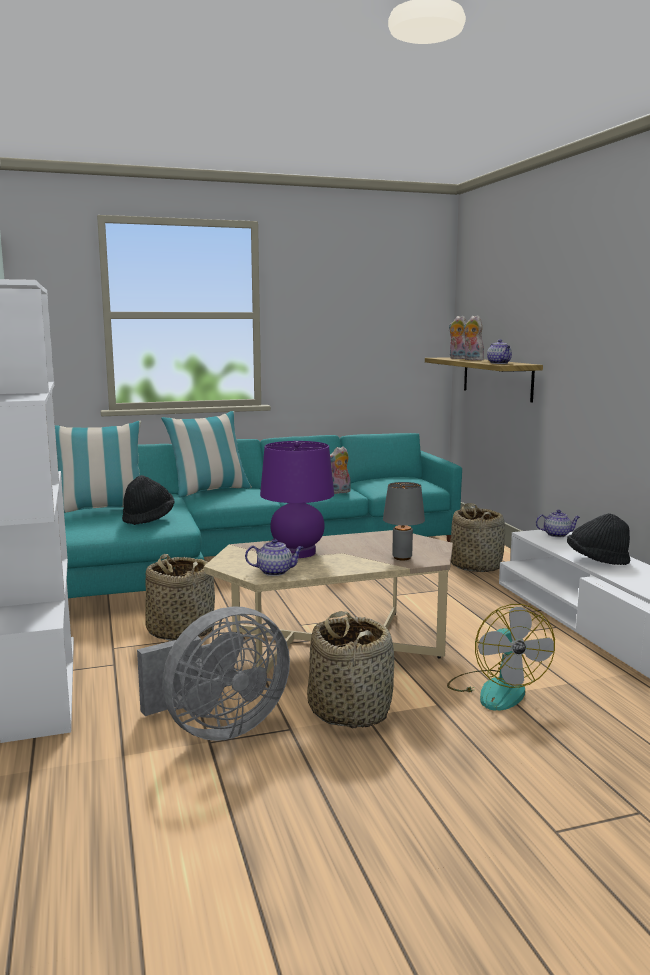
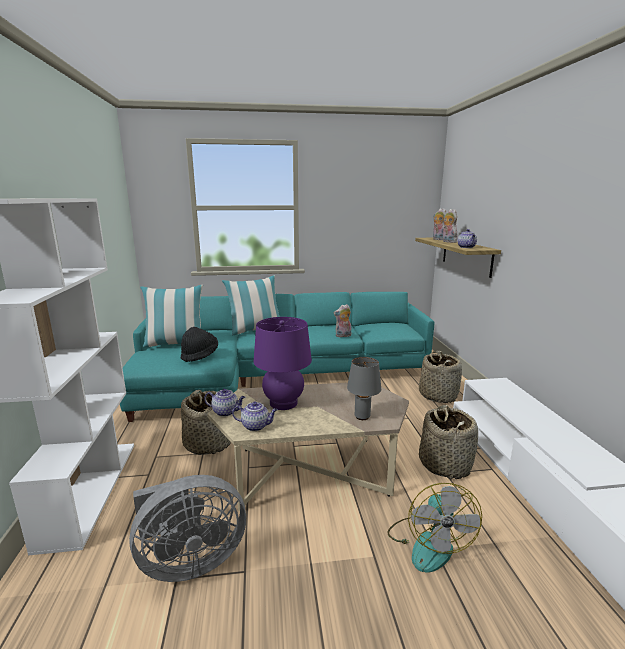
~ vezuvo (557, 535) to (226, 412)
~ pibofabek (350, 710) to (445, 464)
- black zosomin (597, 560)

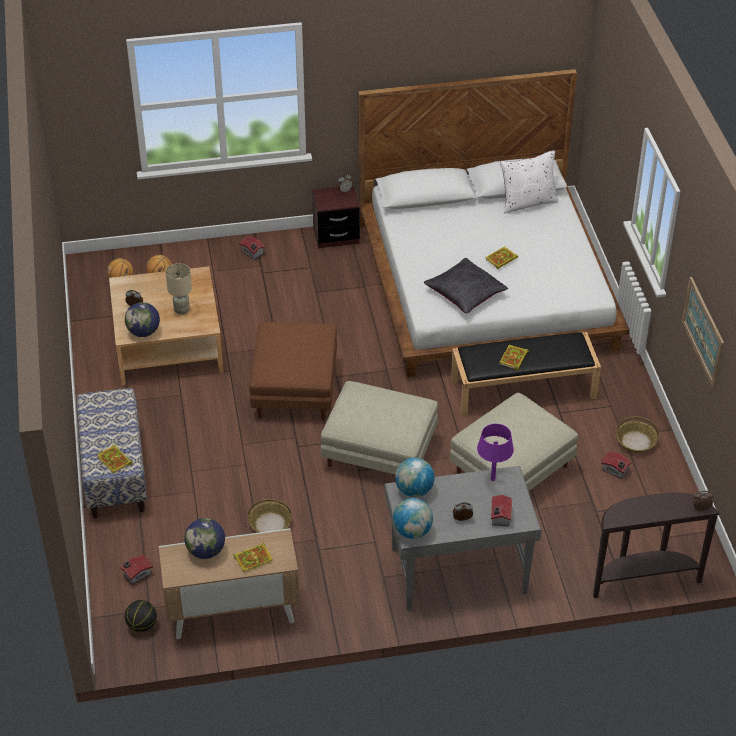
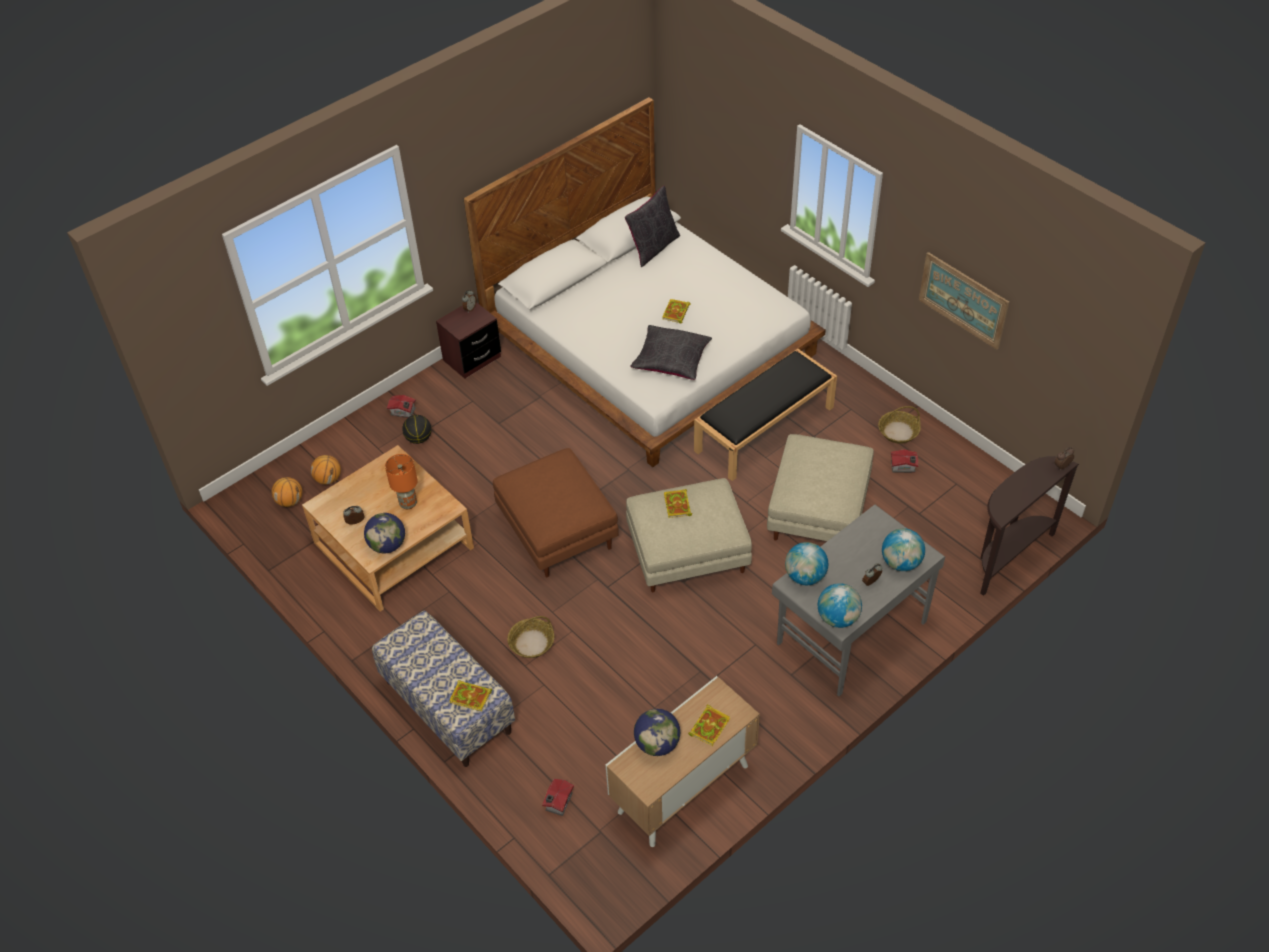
~ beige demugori (182, 310) to orange demugori (408, 503)
~ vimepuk (141, 625) to (418, 439)
~ pibofabek (270, 523) to (531, 642)
~ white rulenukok (527, 202) to black rulenukok (653, 247)
~ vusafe (513, 359) to (678, 505)
~ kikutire (499, 517) to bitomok (901, 563)
- purple demugori (493, 479)

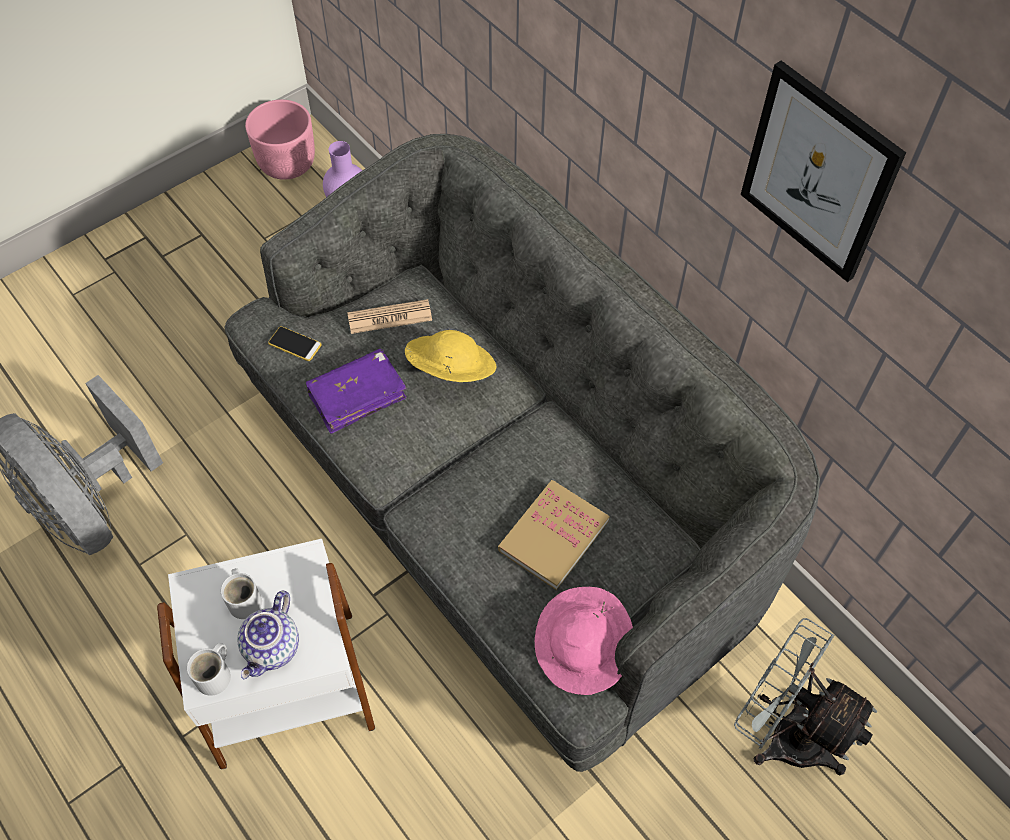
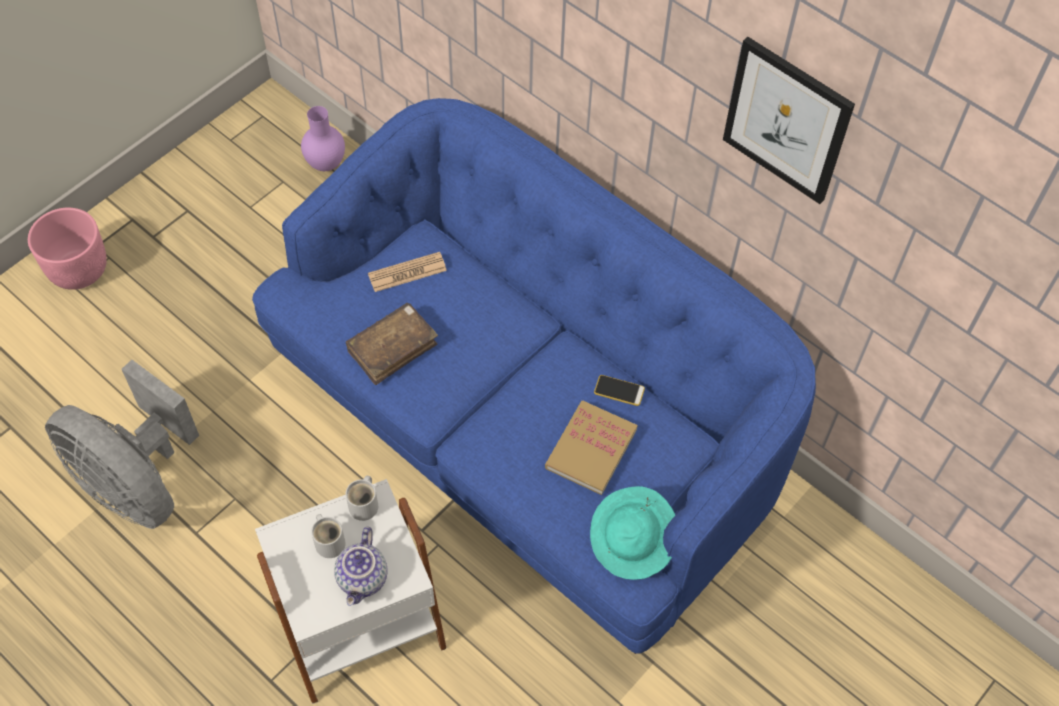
~ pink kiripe (287, 163) to (79, 269)
~ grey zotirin (504, 503) to blue zotirin (527, 430)
~ purple vusafe (357, 396) to brown vusafe (392, 348)
~ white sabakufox (216, 675) to (365, 504)
~ pink zosomin (582, 650) to turquoise zosomin (632, 542)
~ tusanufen (295, 344) to (619, 390)
- yellow zosomin (450, 370)
- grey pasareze (783, 732)

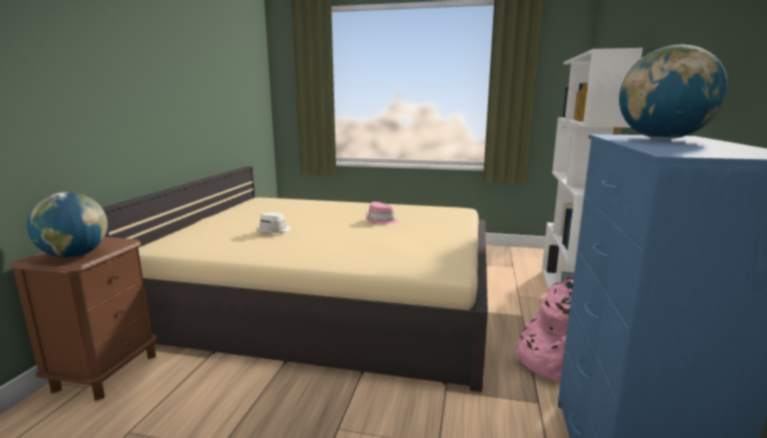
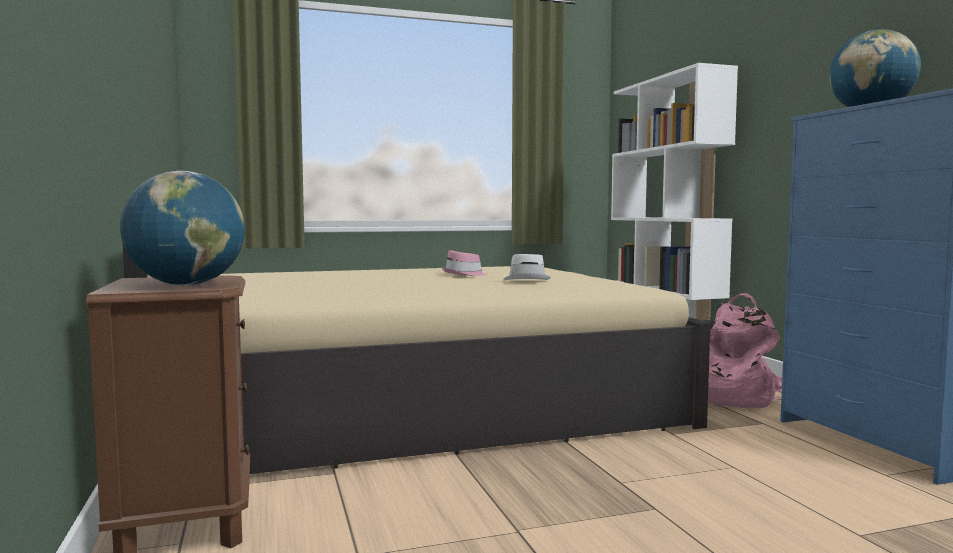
~ white zosomin (274, 230) to (526, 280)

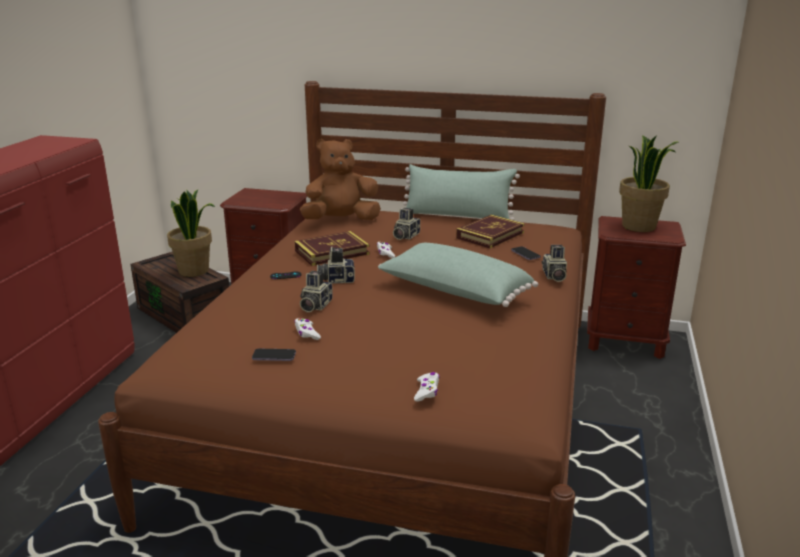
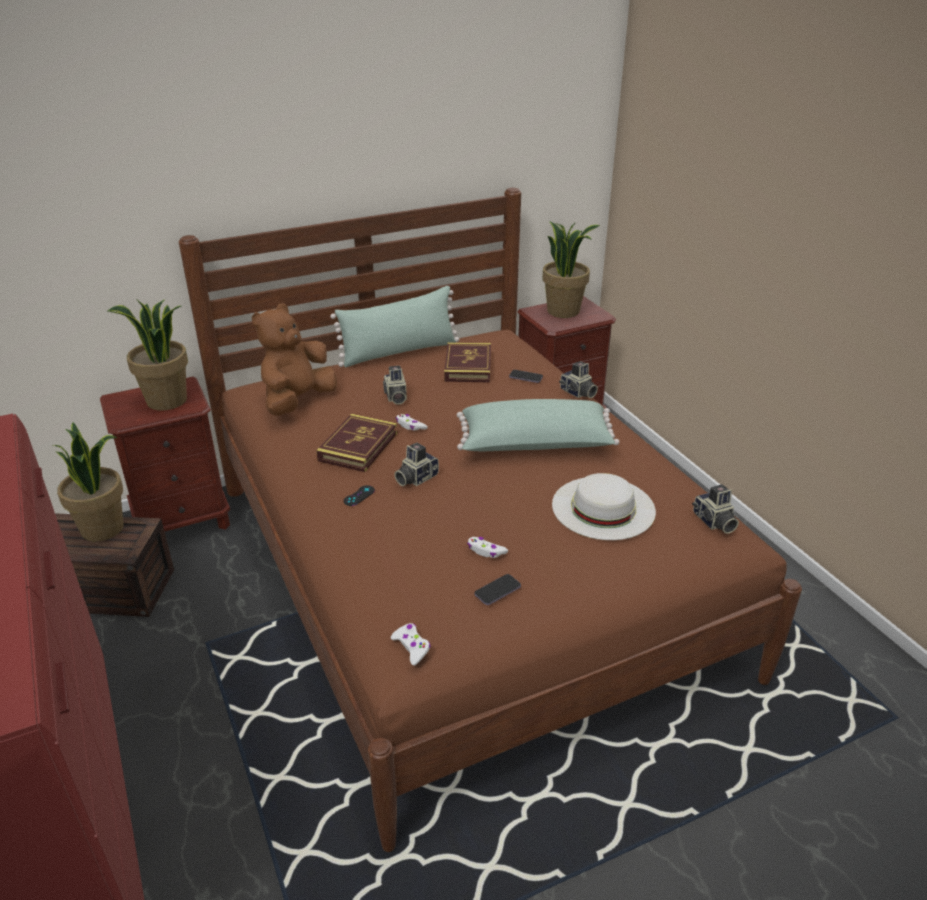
+ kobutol (166, 401)
~ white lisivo (427, 391) to (411, 647)
+ white zosomin (603, 507)
~ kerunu (314, 305) to (713, 522)

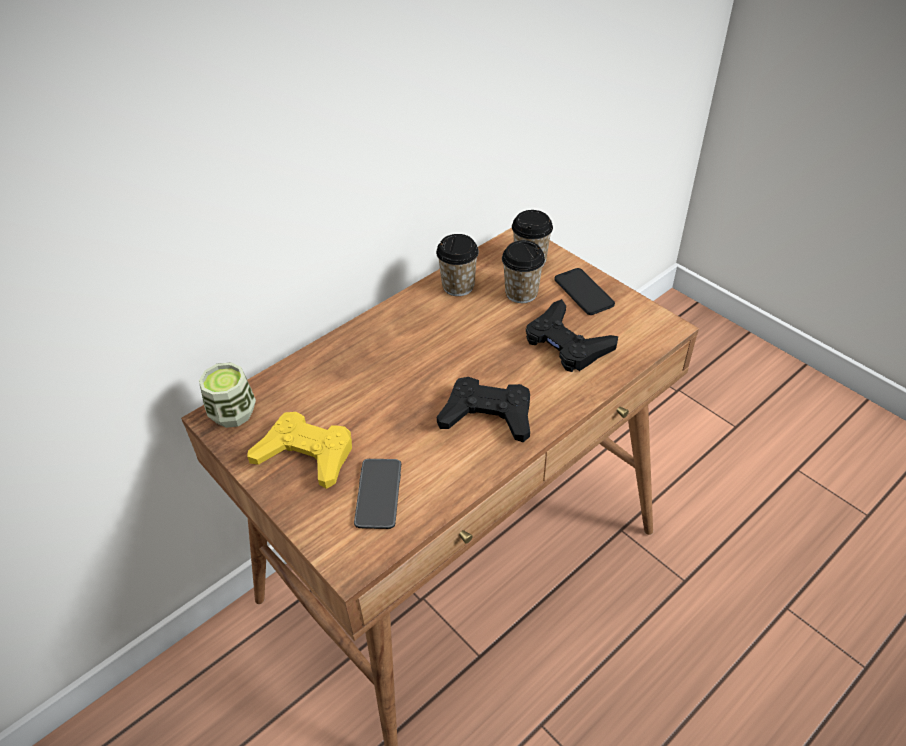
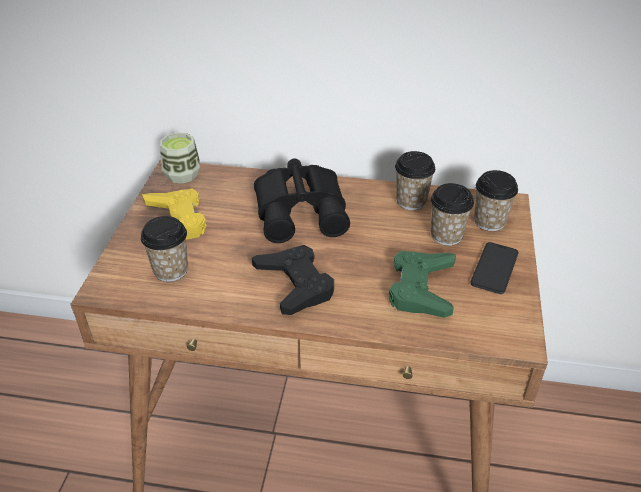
~ tusanufen (378, 494) to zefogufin (170, 270)
+ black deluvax (302, 209)
~ black lisivo (567, 343) to green lisivo (421, 288)

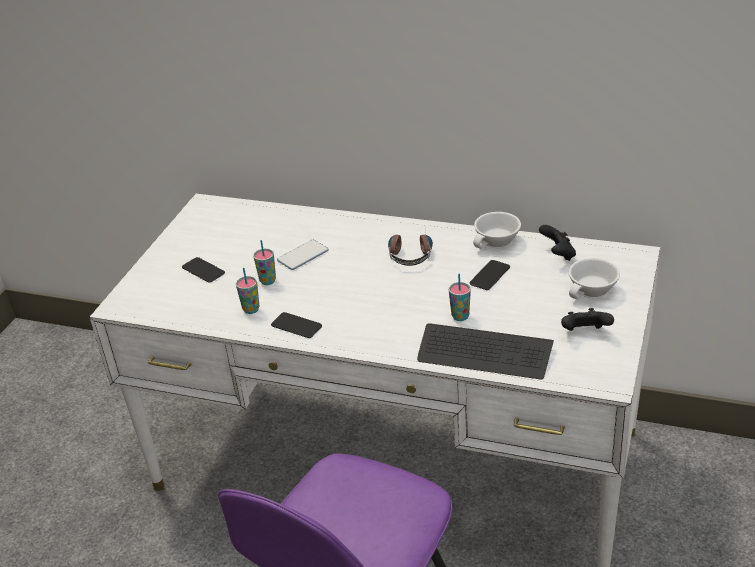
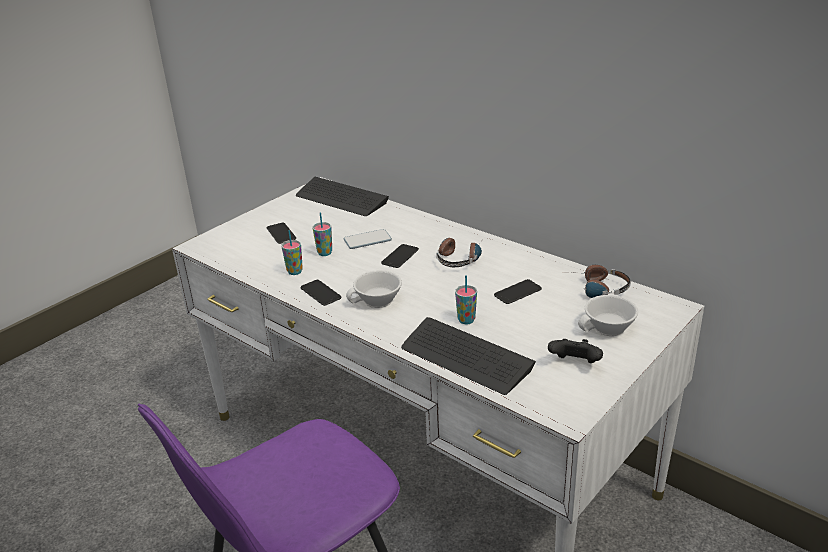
+ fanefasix (341, 198)
~ white zefogufin (497, 242) to (377, 301)
+ tusanufen (400, 256)
~ black lisivo (558, 254) to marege (595, 289)

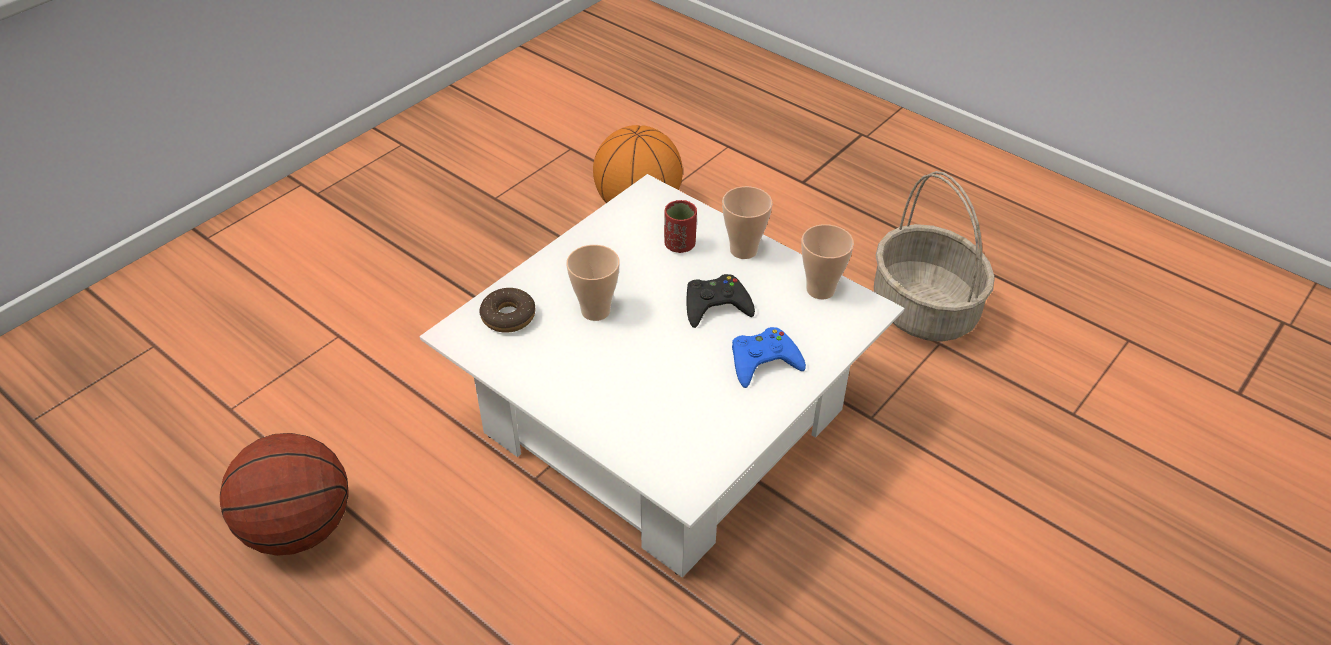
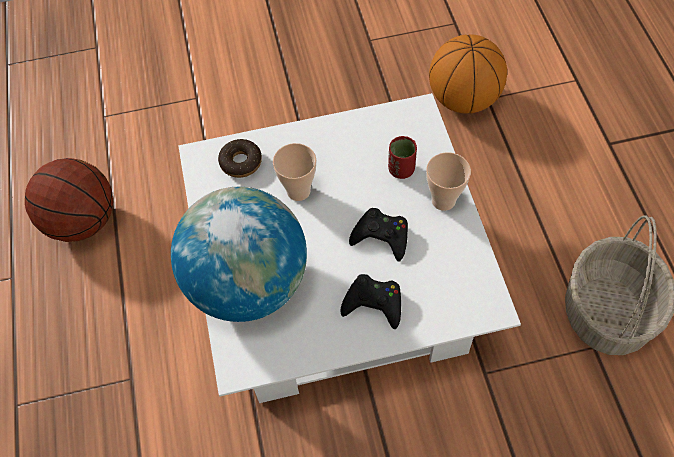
+ bitomok (248, 283)
~ blue lisivo (763, 362) to black lisivo (373, 303)
- zefogufin (820, 289)

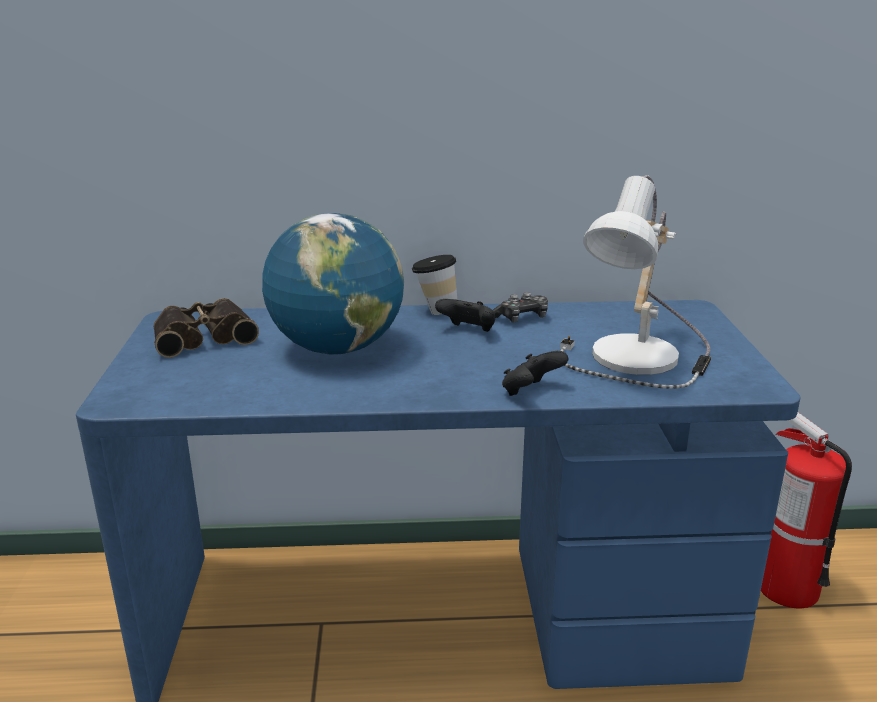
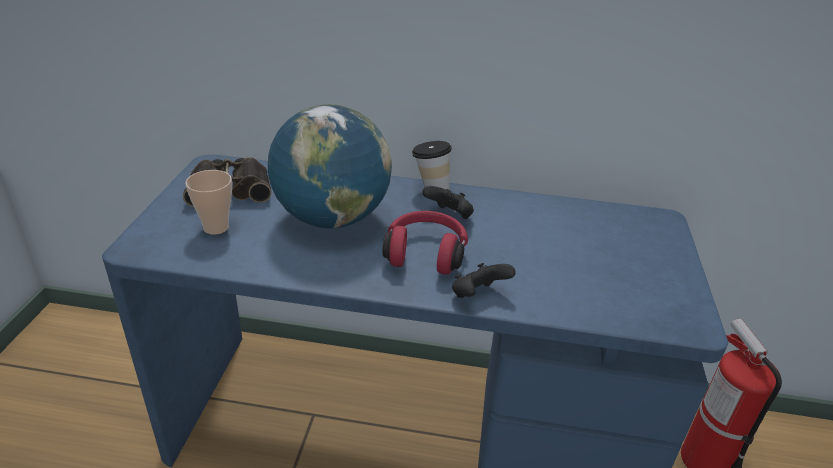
+ zefogufin (216, 227)
+ red marege (425, 253)
- lisivo (521, 318)
- demugori (642, 360)

